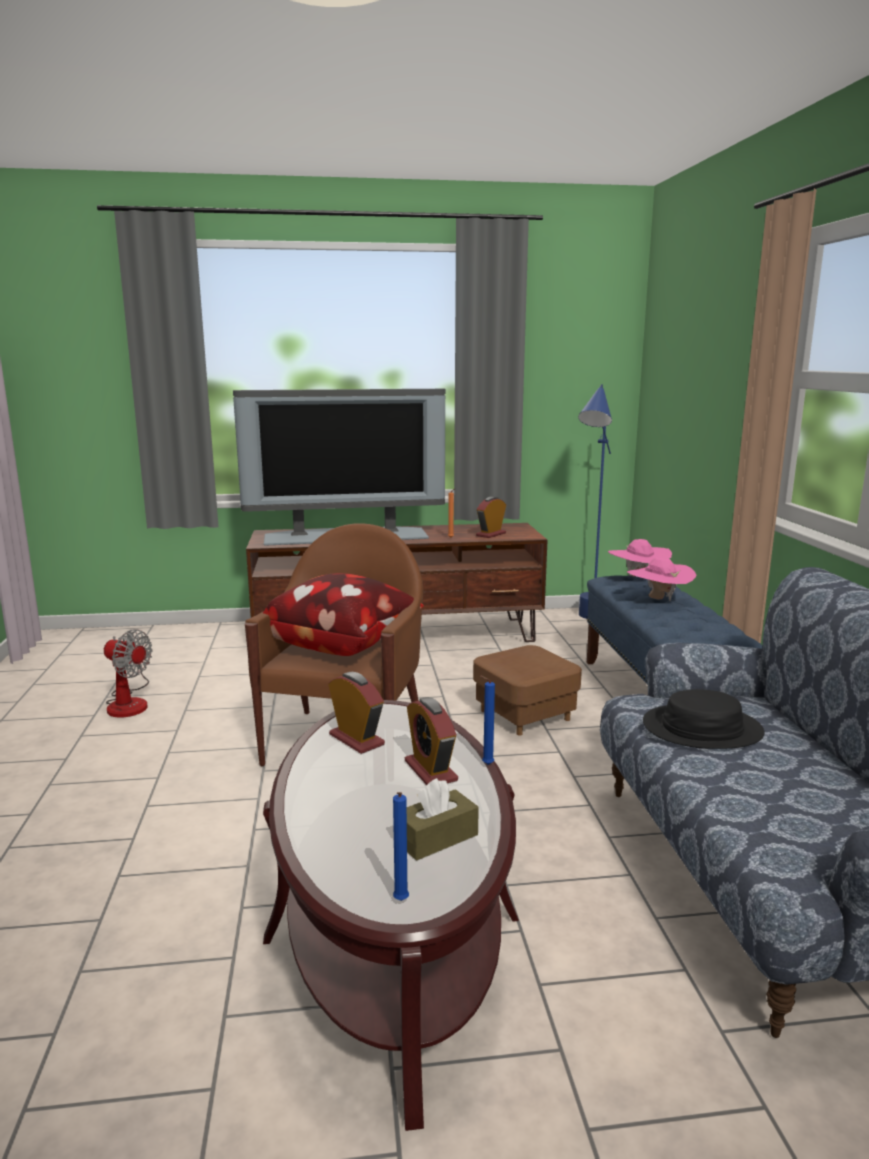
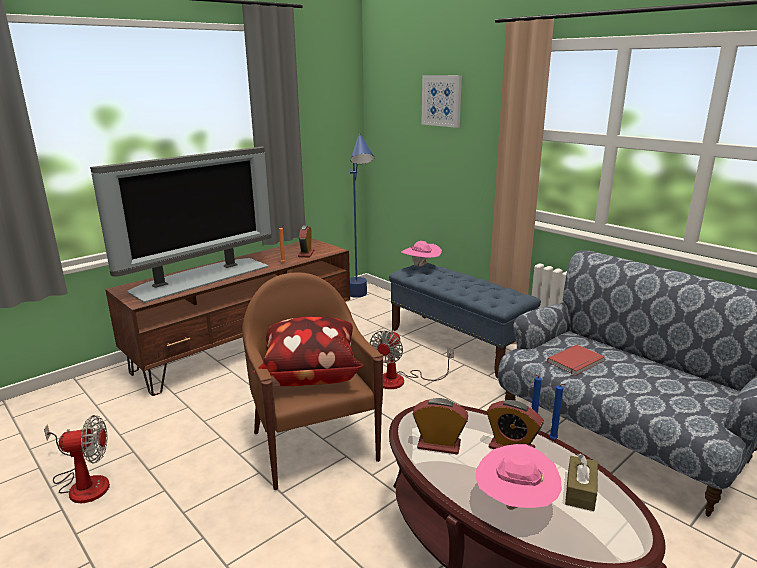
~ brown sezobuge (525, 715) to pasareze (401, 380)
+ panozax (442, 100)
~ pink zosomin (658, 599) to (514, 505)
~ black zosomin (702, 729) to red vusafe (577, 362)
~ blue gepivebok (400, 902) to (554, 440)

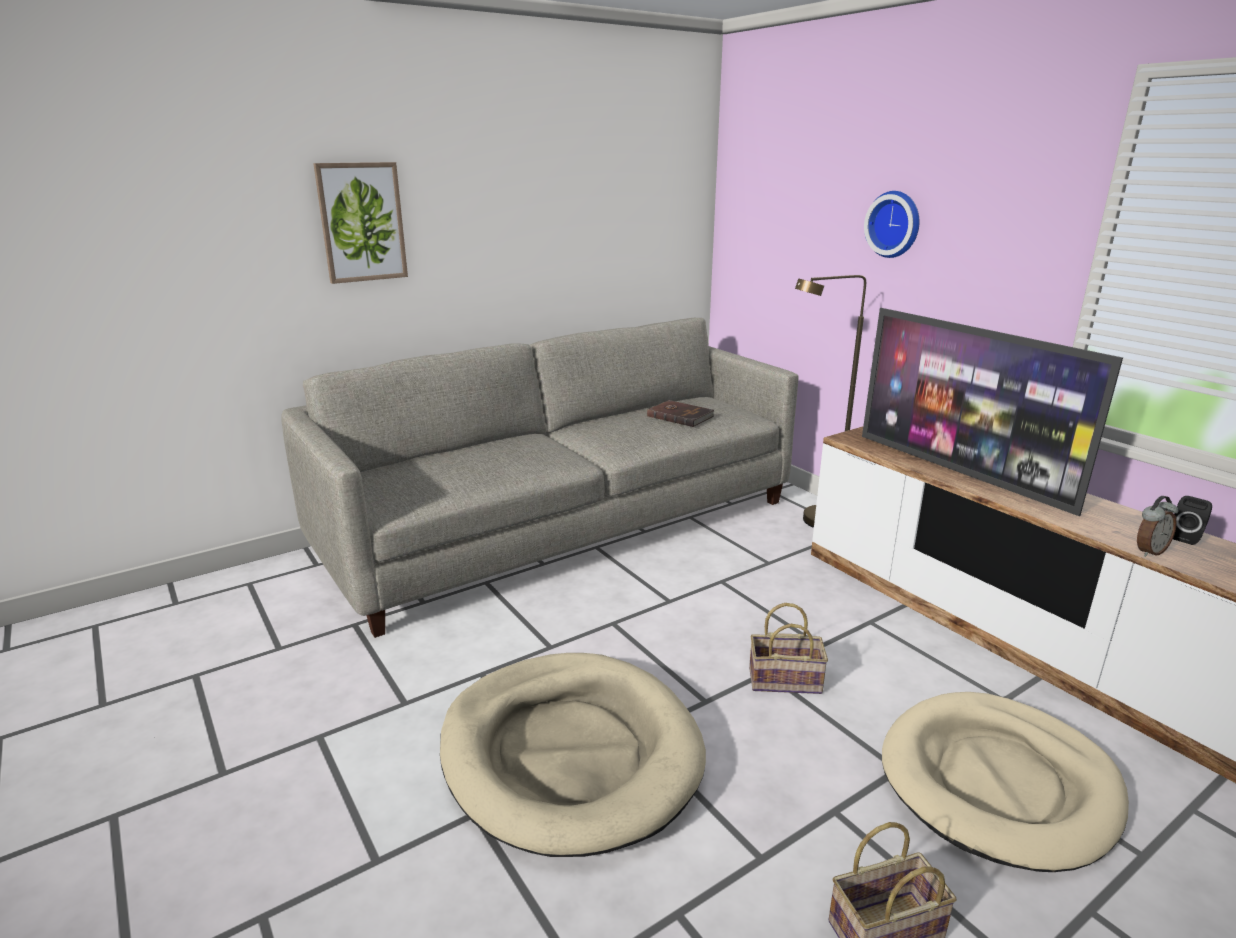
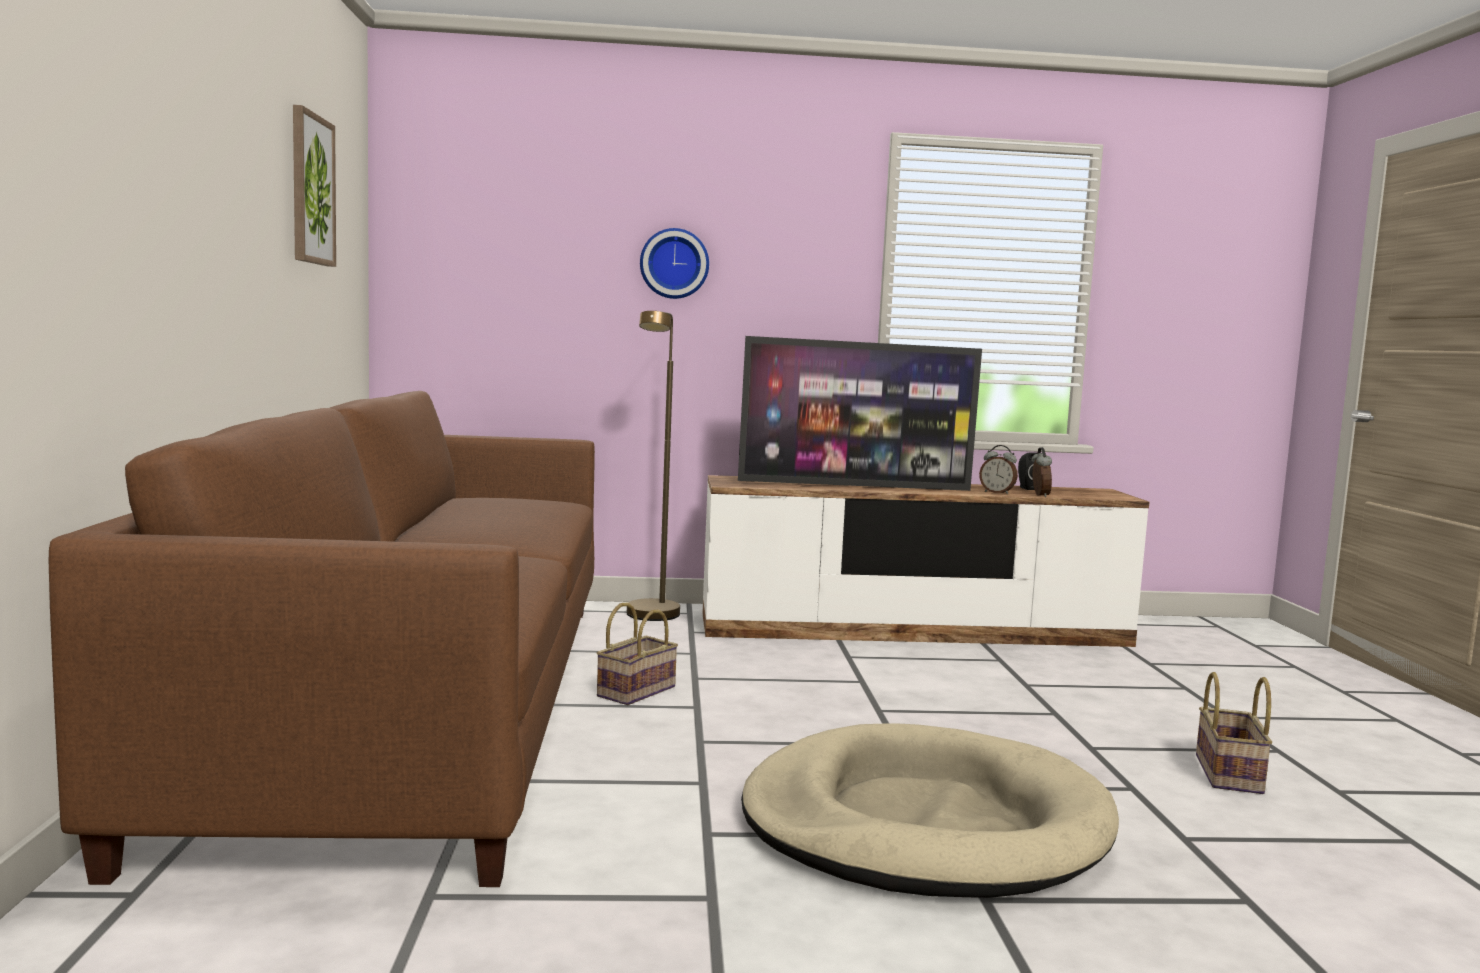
~ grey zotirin (563, 526) to brown zotirin (419, 704)
~ panozax (362, 222) to (311, 190)
~ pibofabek (786, 680) to (636, 690)
+ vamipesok (997, 493)
- brown vusafe (680, 416)
- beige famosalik (998, 783)

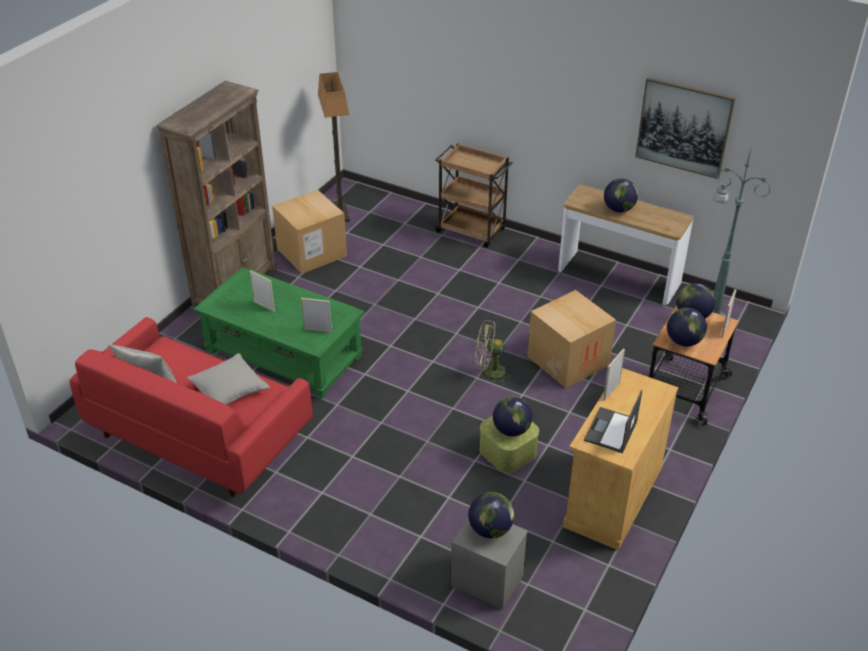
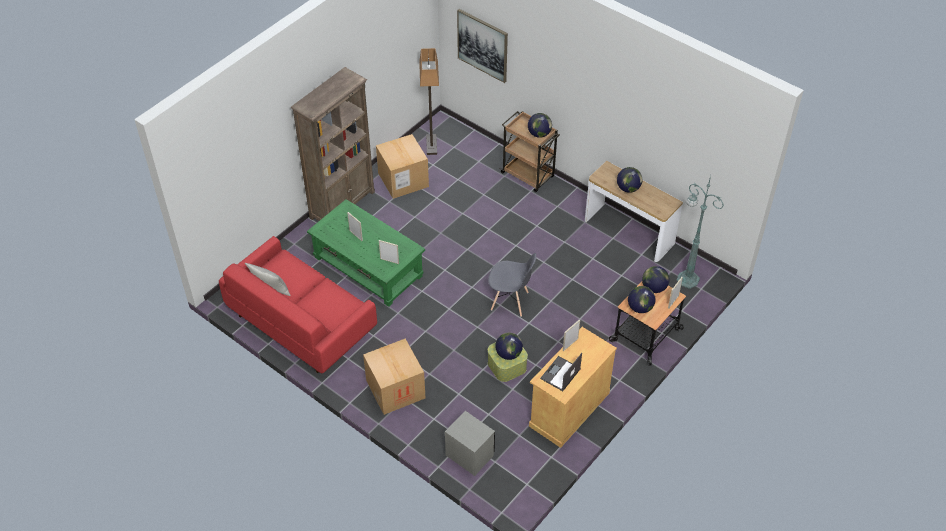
~ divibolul (568, 360) to (395, 389)
~ panozax (684, 127) to (482, 45)
~ green pasareze (489, 372) to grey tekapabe (510, 301)
~ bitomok (490, 529) to (539, 134)
- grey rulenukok (229, 390)

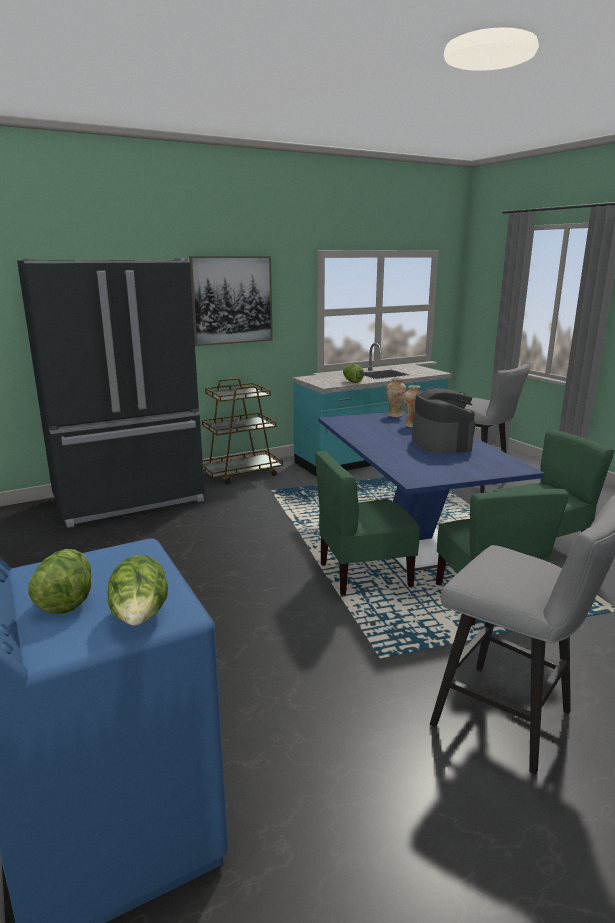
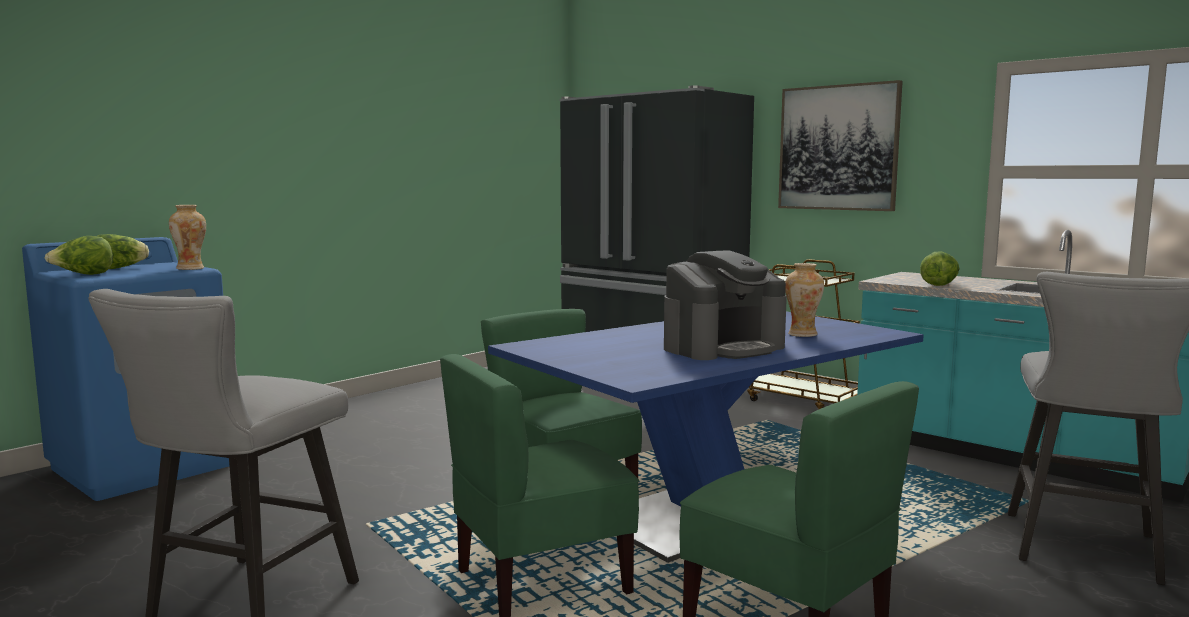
~ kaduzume (394, 415) to (190, 268)

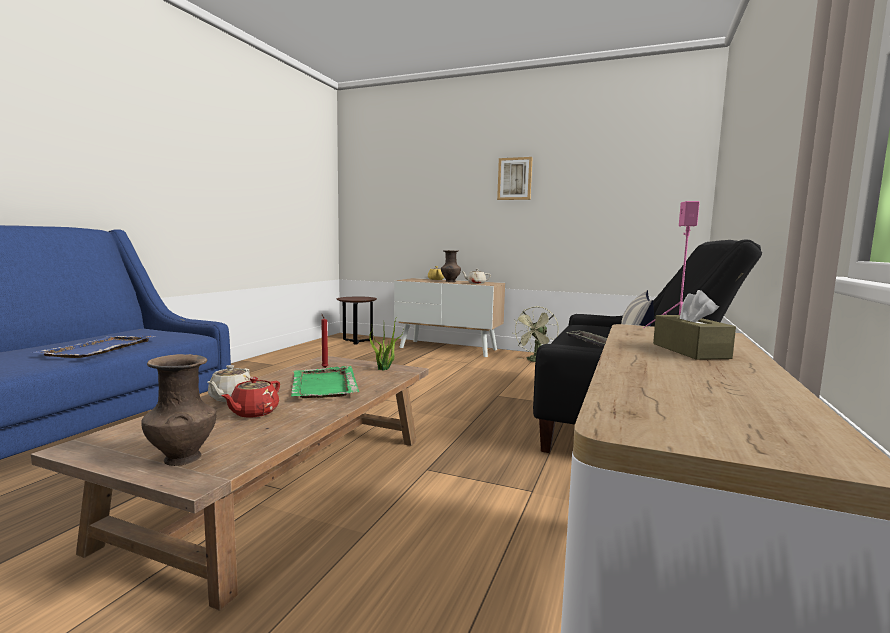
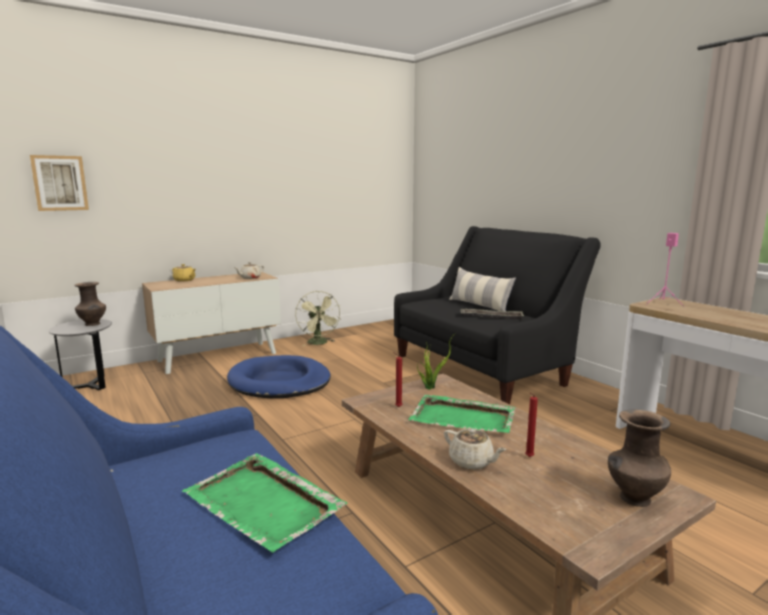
~ panozax (515, 179) to (60, 183)
~ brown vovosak (357, 341) to grey vovosak (89, 385)
~ brown kaduzume (450, 282) to (93, 324)
~ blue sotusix (98, 349) to green sotusix (264, 504)
+ blue famosalik (279, 382)
~ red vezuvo (253, 413) to red gepivebok (528, 457)
- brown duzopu (690, 351)

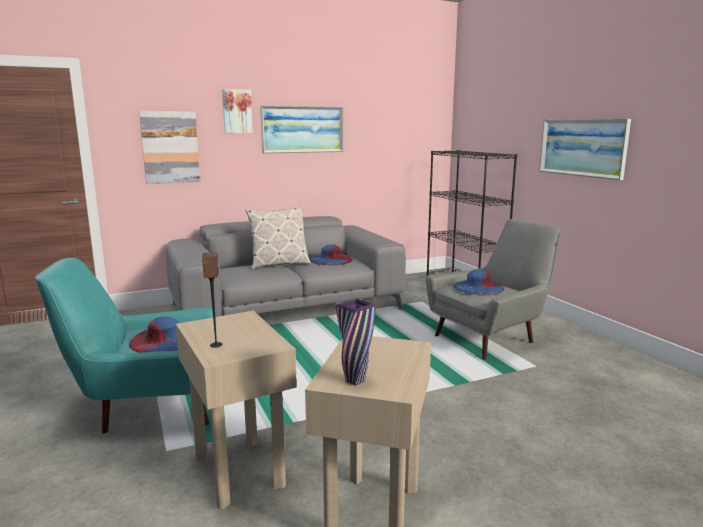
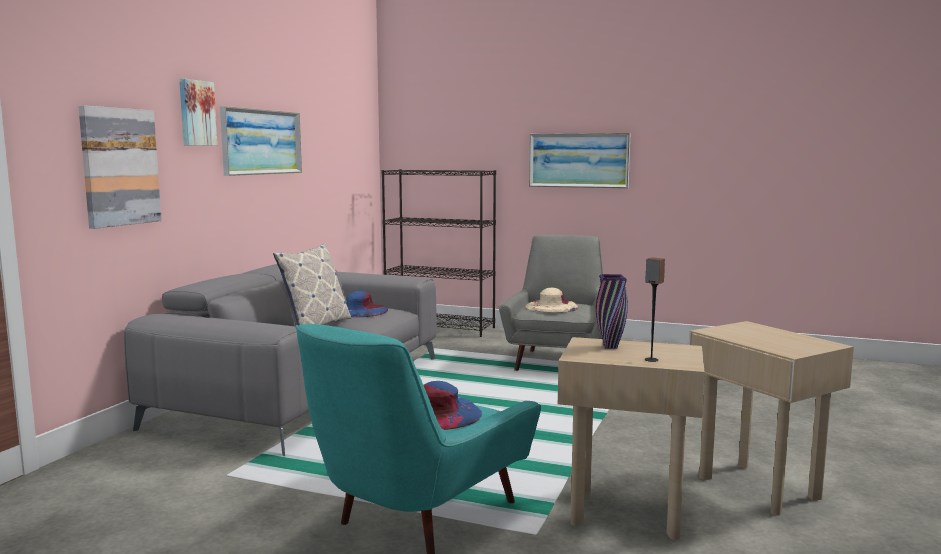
~ blue zosomin (478, 287) to beige zosomin (552, 306)
~ purple kaduzume (355, 381) to (610, 347)

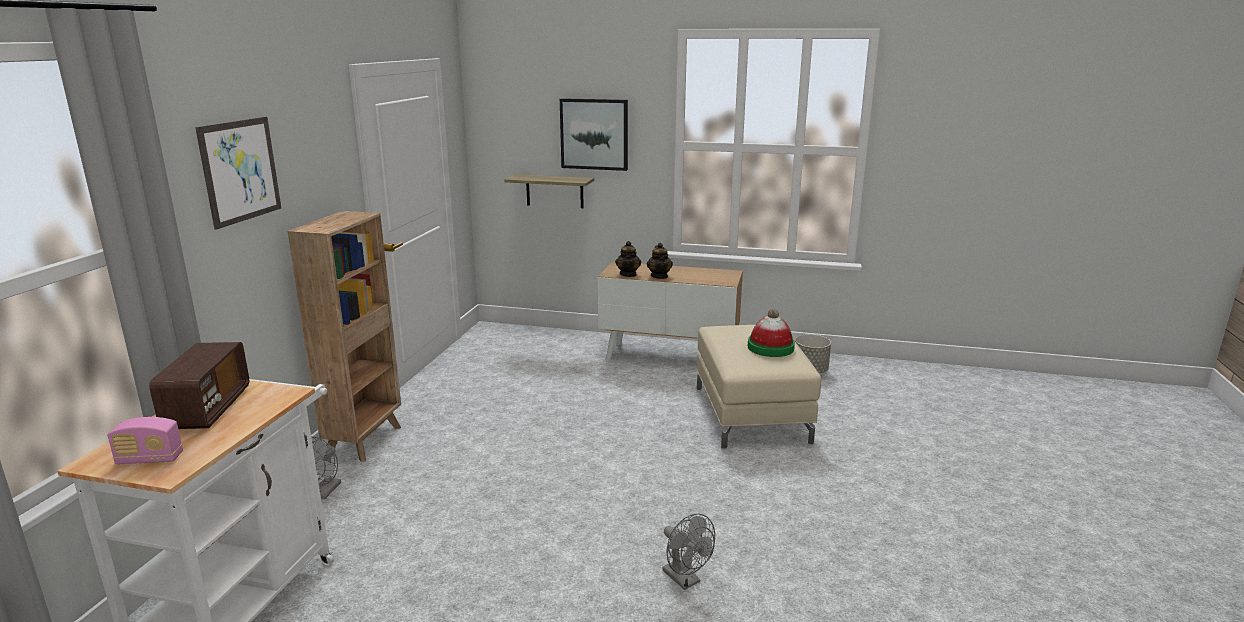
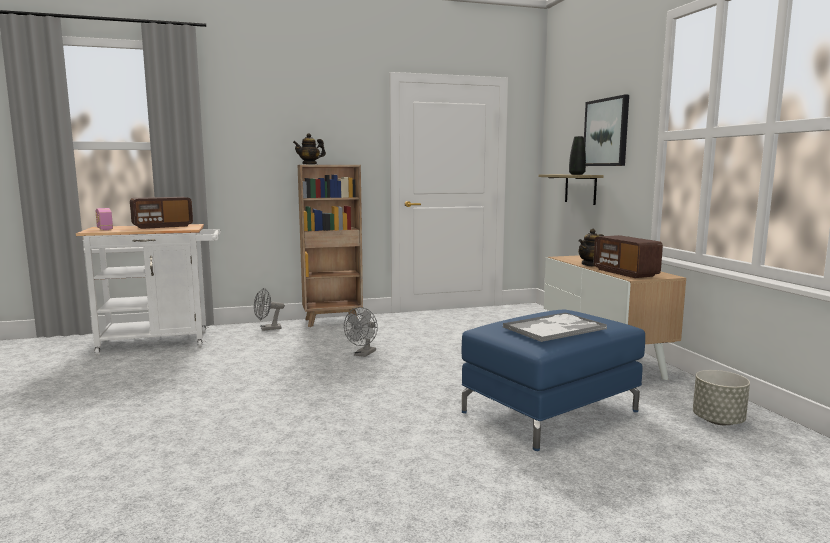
~ vezuvo (628, 274) to (310, 164)
~ grey pasareze (685, 580) to (363, 354)
~ beige sezobuge (750, 415) to blue sezobuge (549, 410)
~ zosomin (770, 347) to sotusix (555, 328)
+ black kaduzume (576, 174)
+ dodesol (625, 273)
- panozax (240, 170)

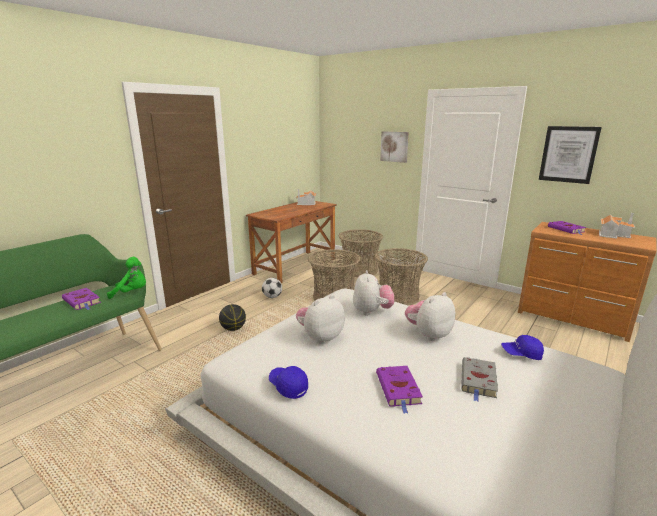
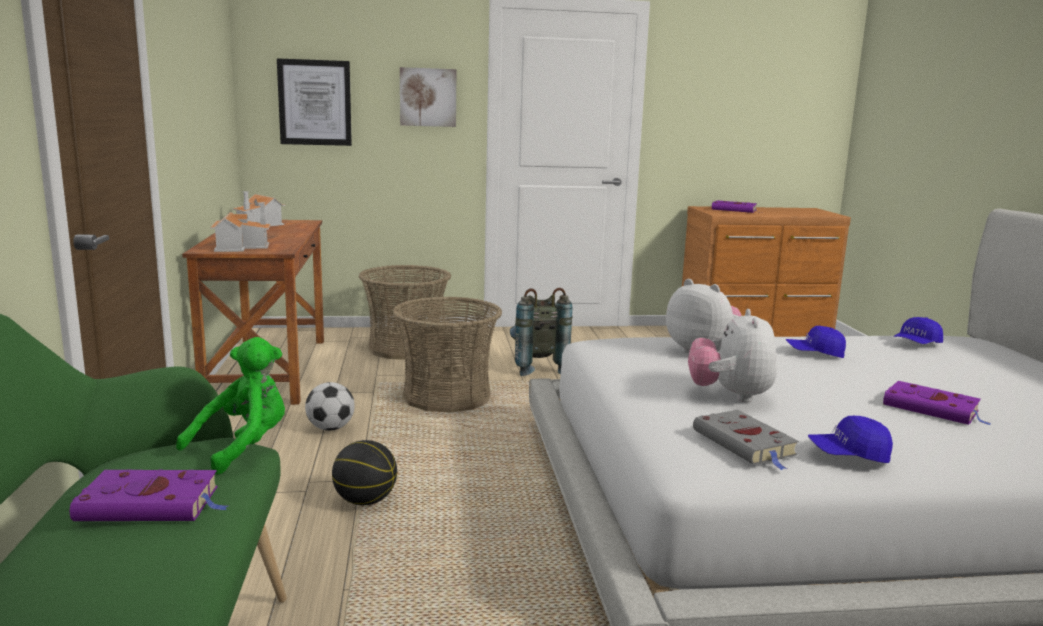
~ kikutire (613, 234) to (241, 246)
~ panozax (568, 154) to (315, 102)
~ pibofabek (398, 296) to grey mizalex (536, 367)
~ grey vusafe (478, 381) to (746, 444)
~ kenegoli (428, 334) to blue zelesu (815, 354)

